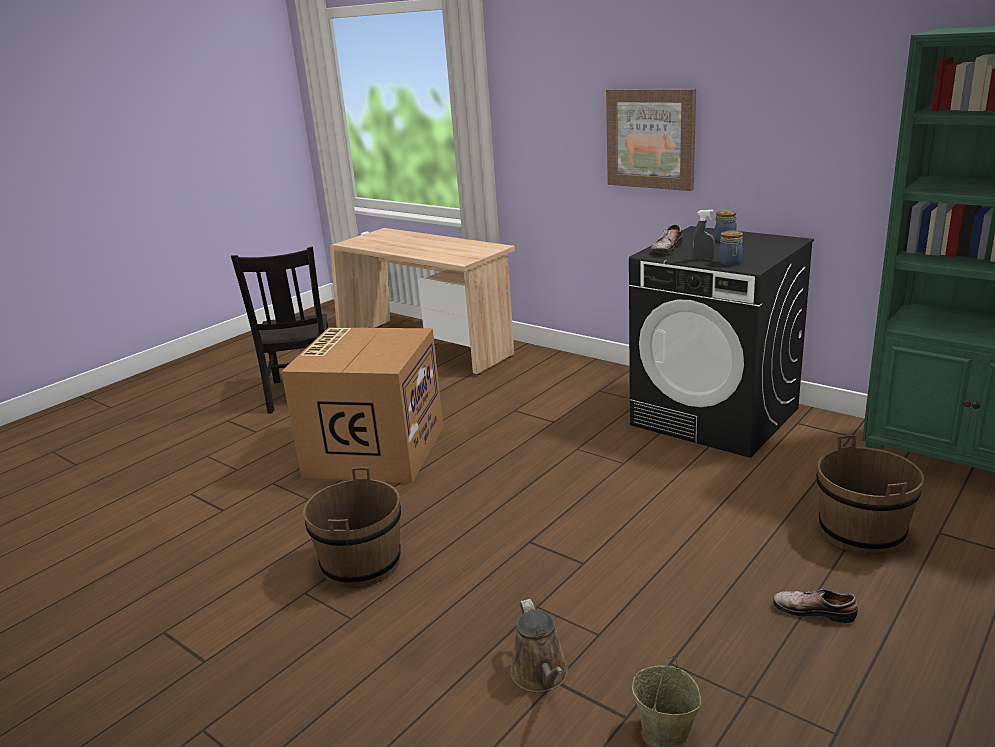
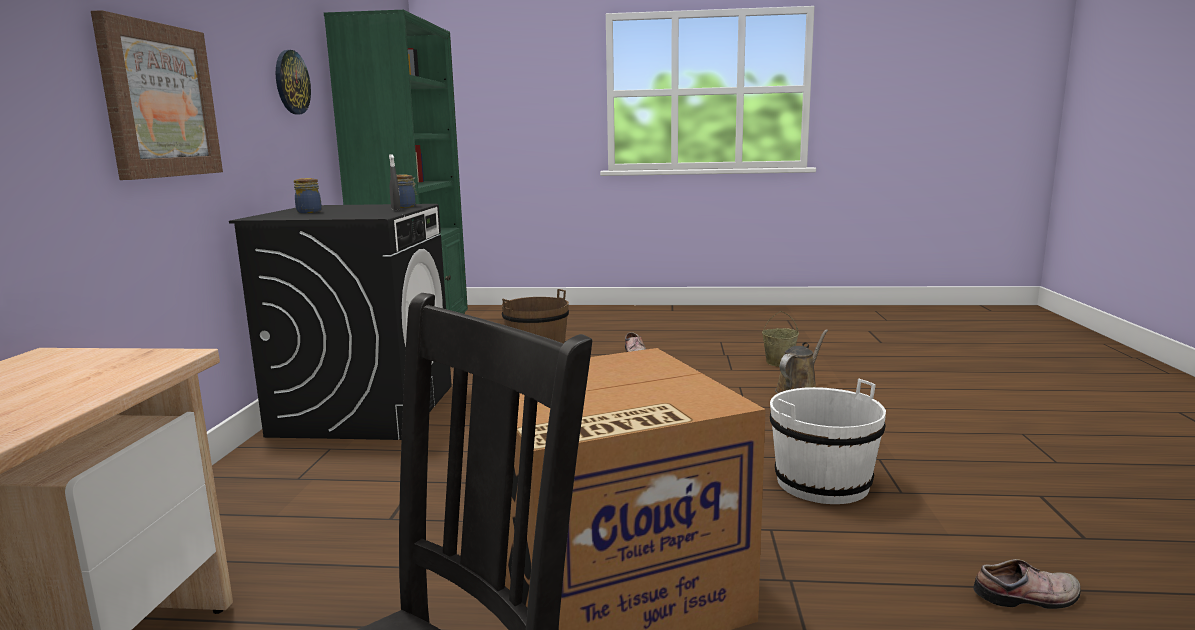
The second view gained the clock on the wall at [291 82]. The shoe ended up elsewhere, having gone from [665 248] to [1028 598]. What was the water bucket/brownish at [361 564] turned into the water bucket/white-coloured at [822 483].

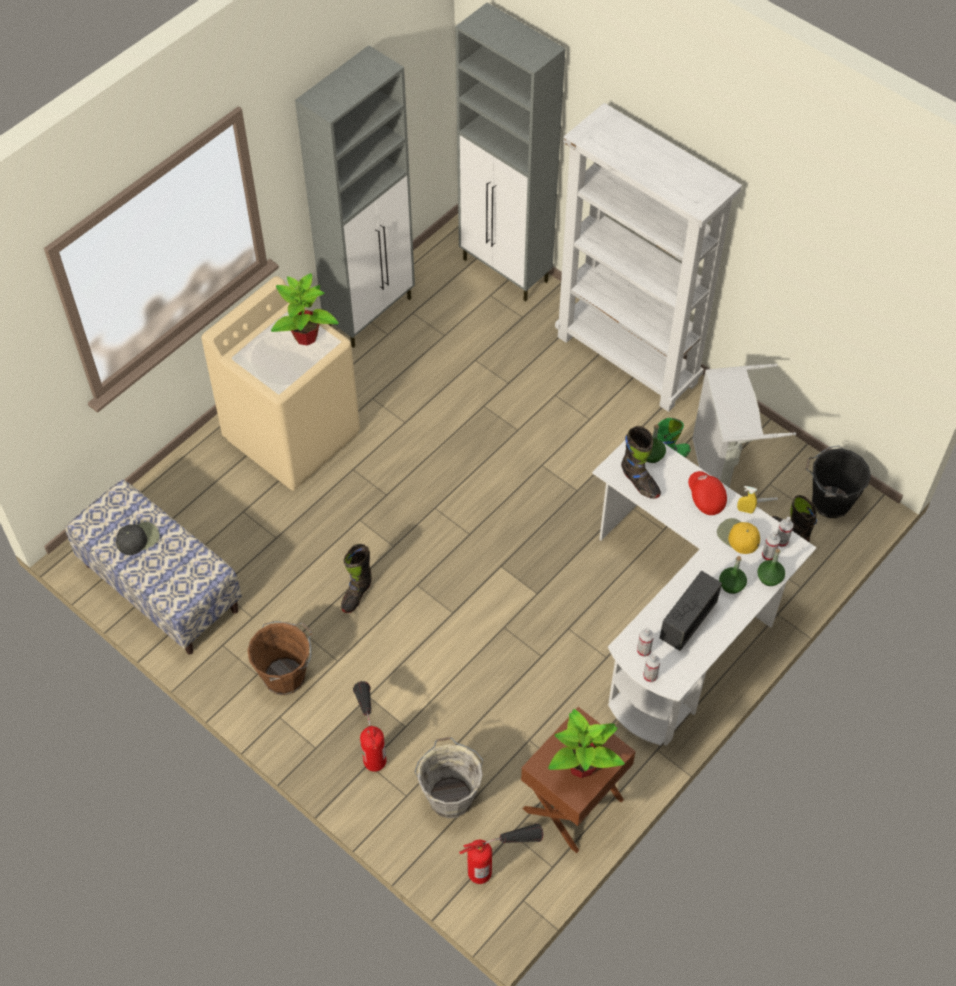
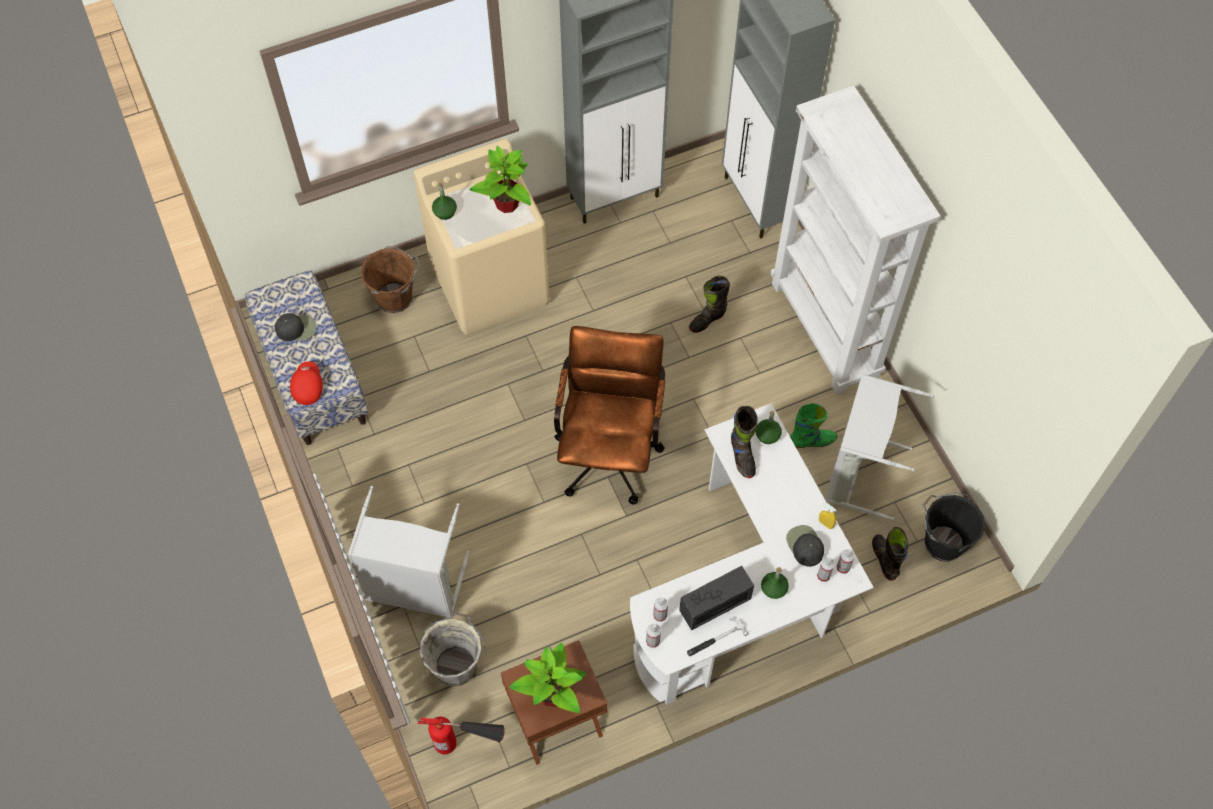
The second view gained the office chair/brownish at [609 449]. The second view gained the hand hammer at [715 639]. The water bucket/brownish ended up elsewhere, having gone from [286 675] to [395 297]. The tall boot/black-coloured ended up elsewhere, having gone from [356 594] to [707 320]. The peaked cap/reddish ended up elsewhere, having gone from [705 497] to [307 387]. The drink bottle/green ended up elsewhere, having gone from [769 577] to [445 212]. Where the fire extinguisher stood at [371 742], the washing basket/grey came to stand at [415 587]. What was the peaked cap/yellow at [737 536] turned into the peaked cap/black-coloured at [804 546].

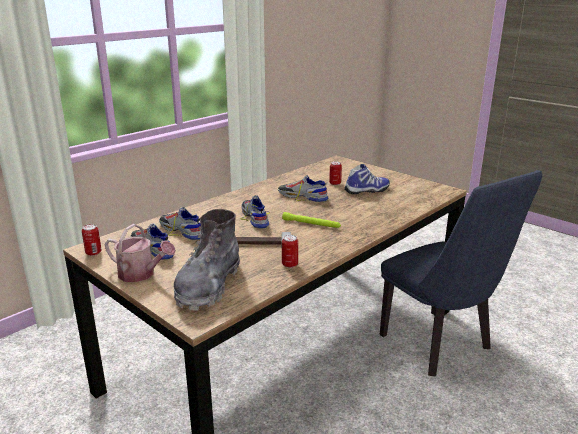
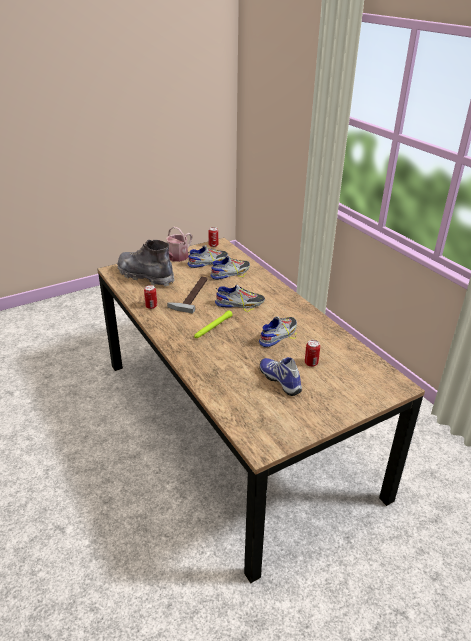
The second view lost the plain chair/blue-coloured at [441 346]. The shoe at [367 191] ended up facing another way, 150 degrees clockwise from before.

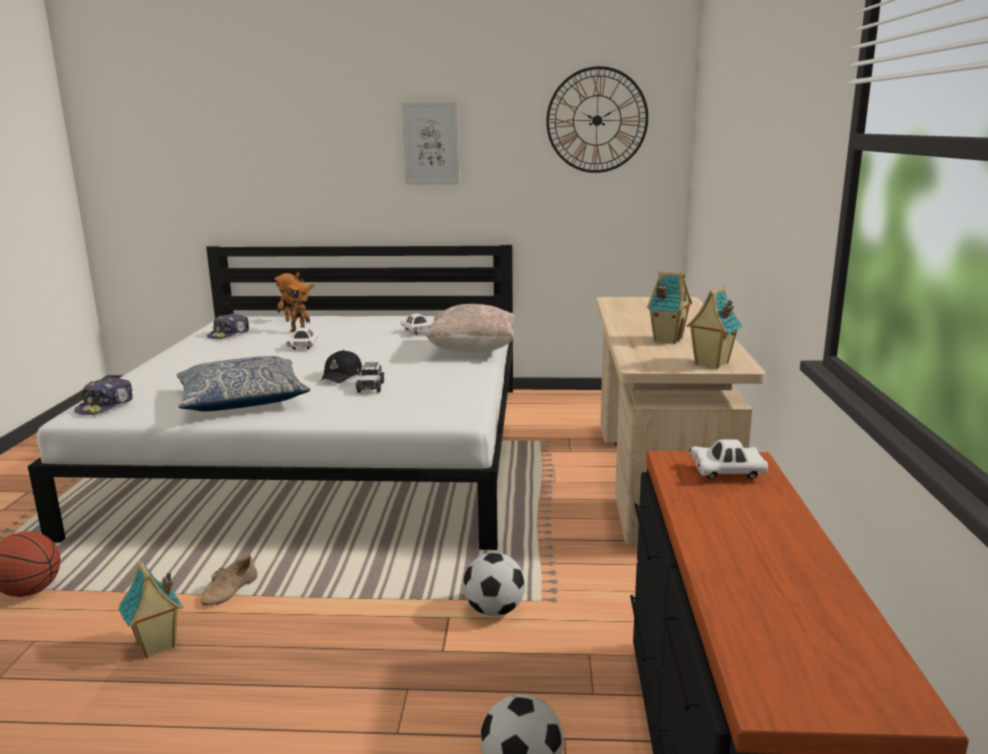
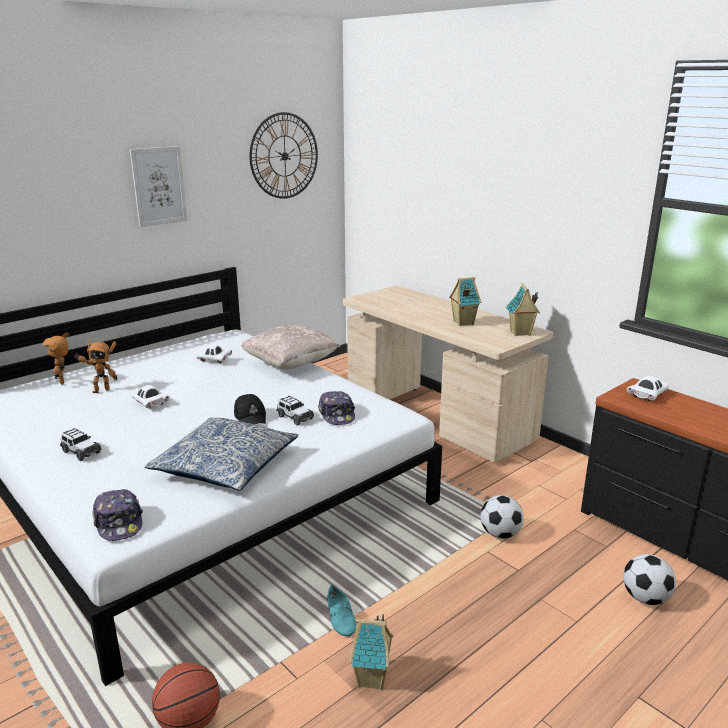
The second view gained the miniature car at [80 452]. The peaked cap ended up elsewhere, having gone from [229 334] to [337 414]. What was the shoe/beige at [231 590] turned into the shoe/turquoise at [341 617].

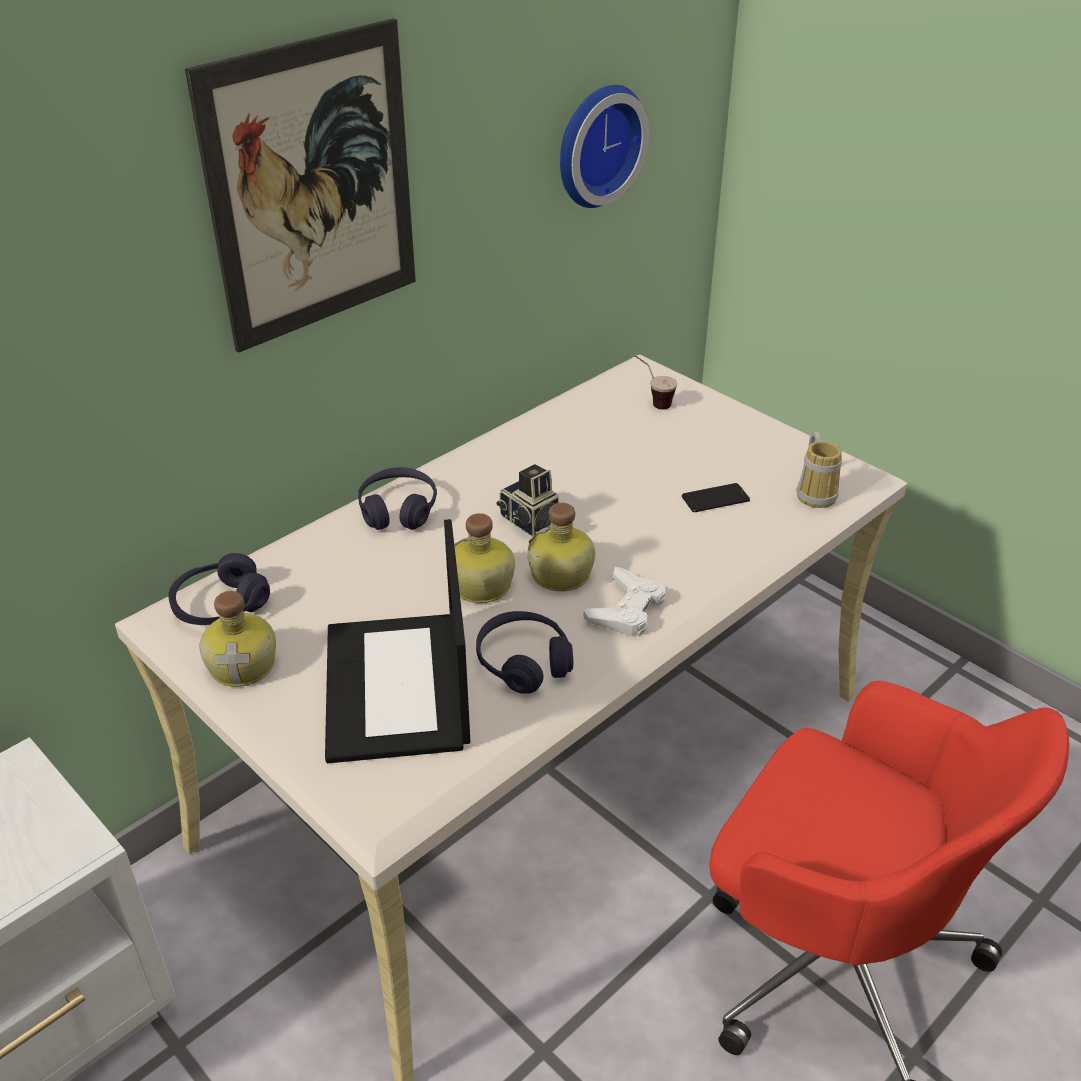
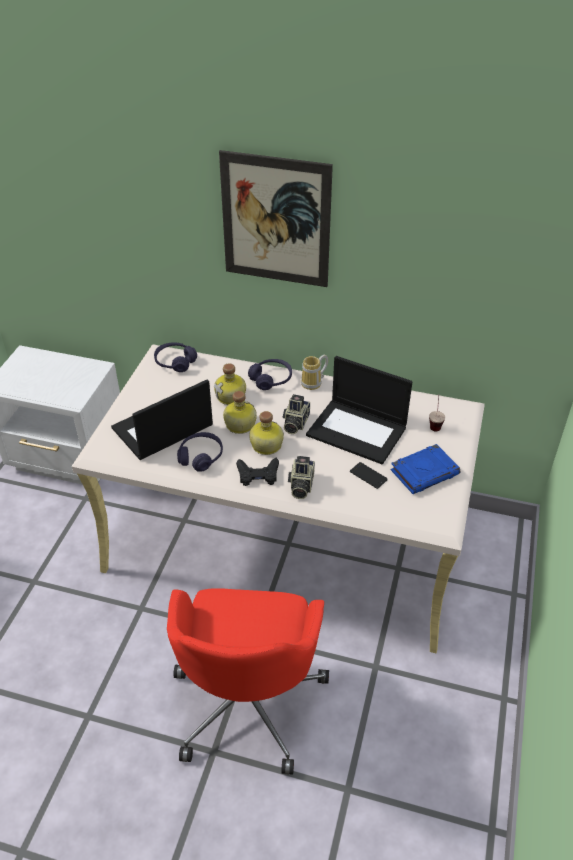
The second view lost the clock on the wall at [595 144]. The second view gained the still camera at [300 485]. The second view gained the notebook computer at [358 431]. The second view gained the book/blue-coloured at [425 472]. The drink bottle ended up elsewhere, having gone from [244 664] to [231 397]. The tea mug ended up elsewhere, having gone from [816 493] to [314 383]. What was the game controller/white-coloured at [626 609] turned into the game controller/black-coloured at [258 475].

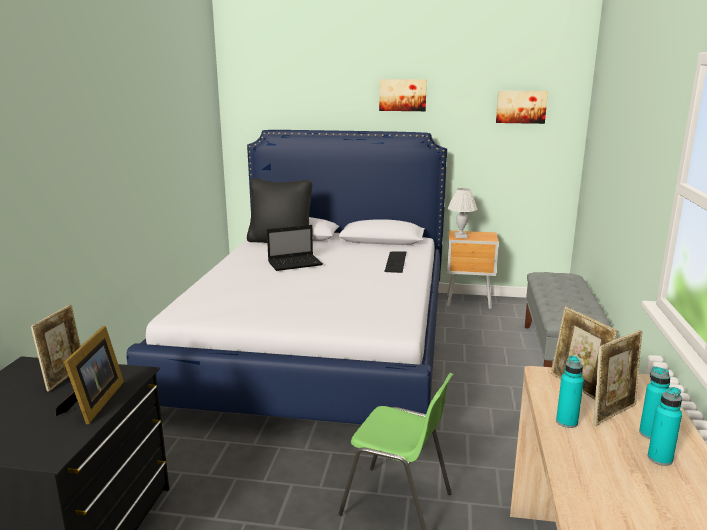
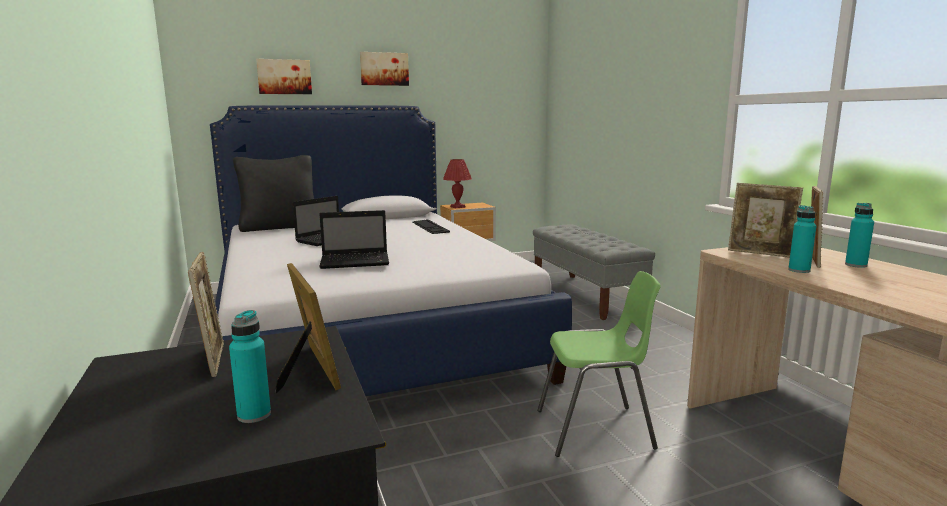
The second view gained the notebook computer at [356 262]. The picture ended up elsewhere, having gone from [521 107] to [284 77]. The drink bottle/turquoise ended up elsewhere, having gone from [660 458] to [254 415]. What was the tabletop lamp/white-coloured at [460 236] turned into the tabletop lamp/reddish at [457 207].

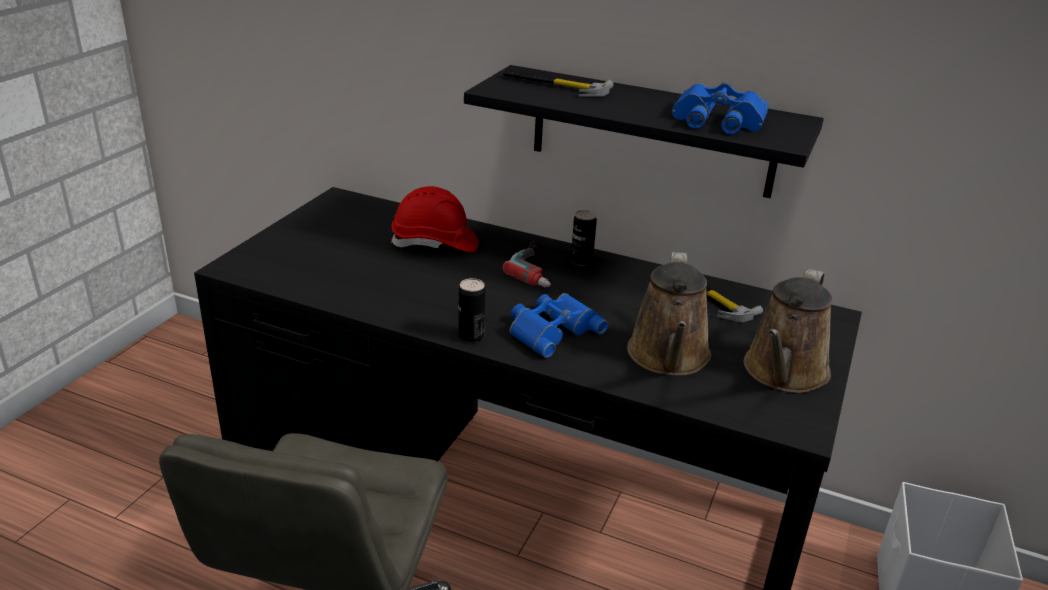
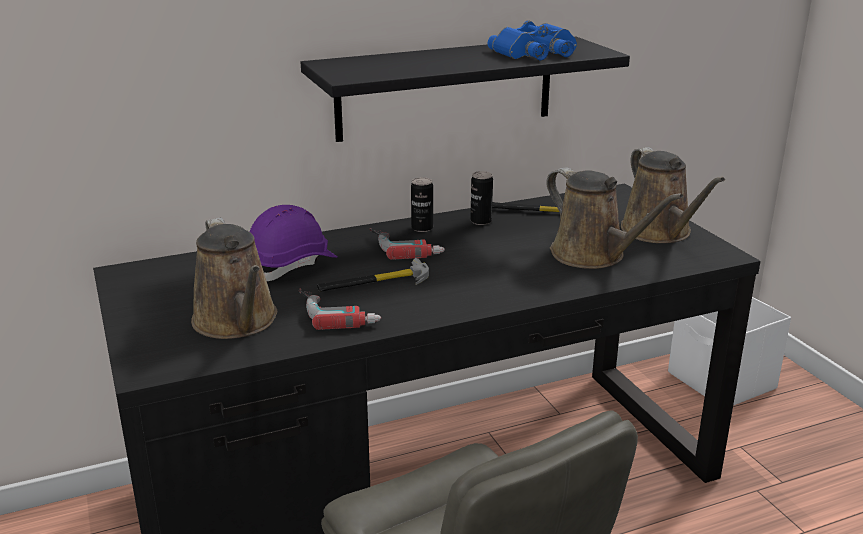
The second view lost the binoculars/blue-coloured at [552 329]. The second view gained the watering can/brownish at [237 322]. The second view gained the electric drill at [339 311]. The metal can ended up elsewhere, having gone from [471 336] to [481 221]. The hand hammer ended up elsewhere, having gone from [553 85] to [374 283]. What was the safety helmet/reddish at [435 243] turned into the safety helmet/purple-coloured at [292 266].

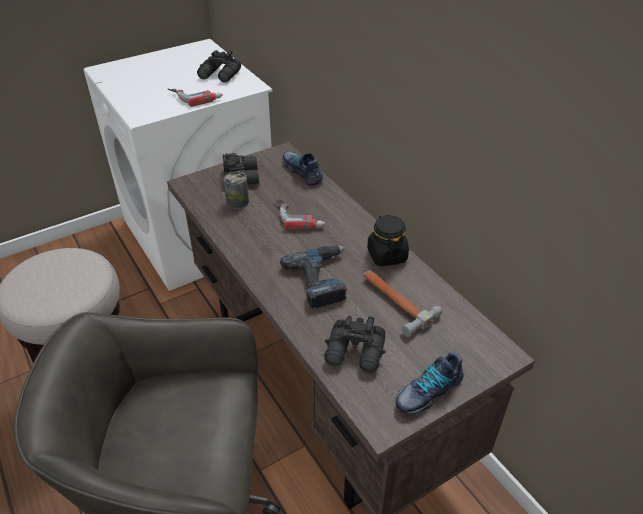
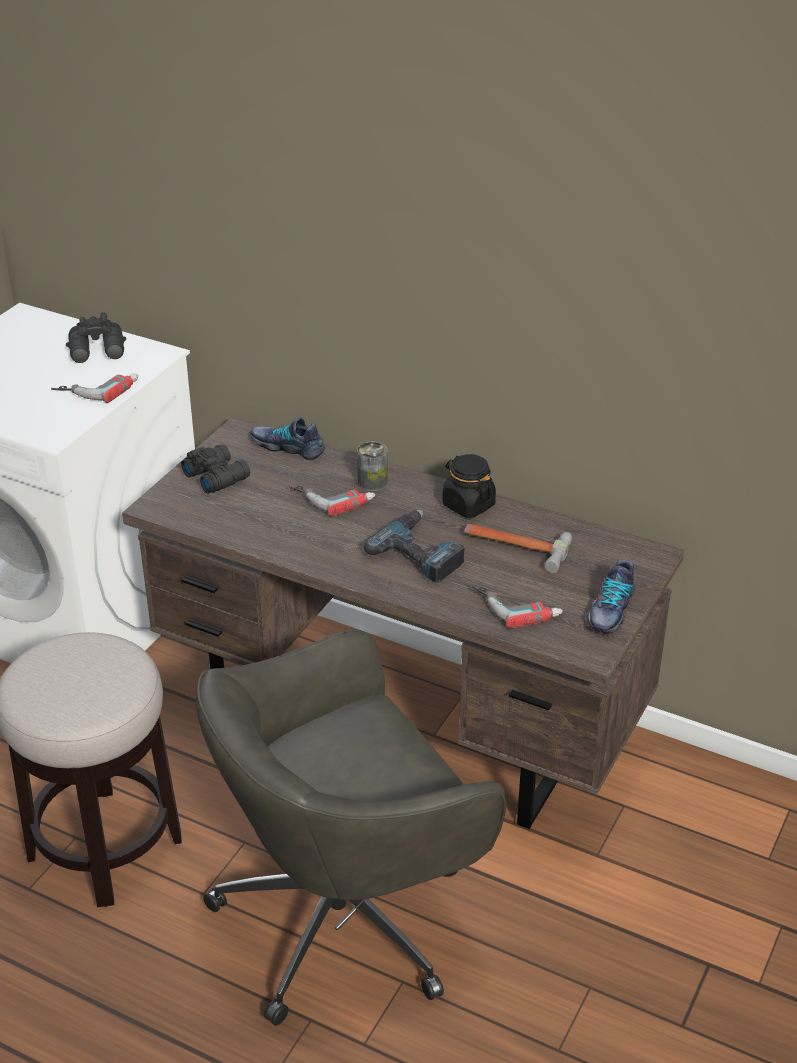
The metal can ended up elsewhere, having gone from [237 202] to [372 482]. Where the binoculars/black-coloured stood at [356 353], the electric drill came to stand at [517 605].

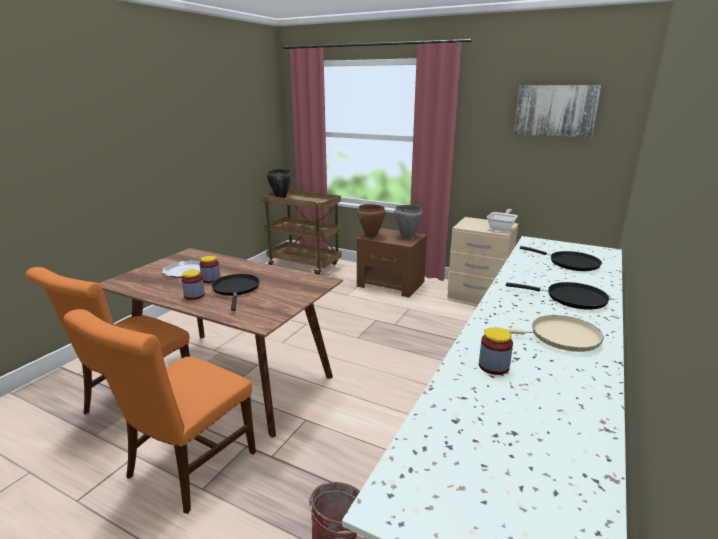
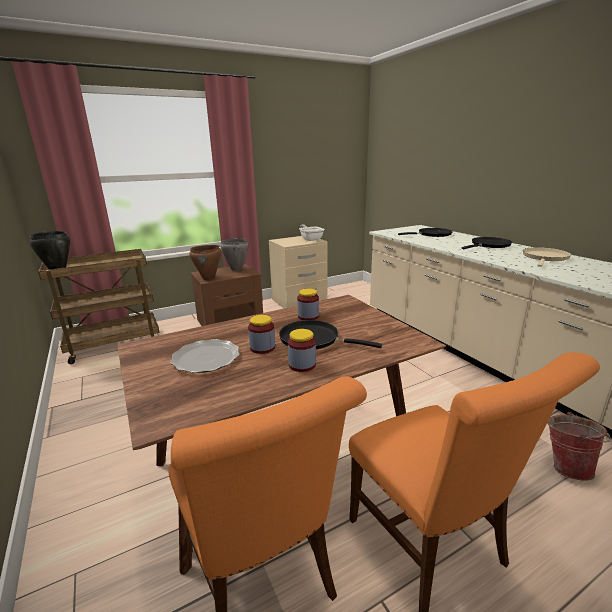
The second view lost the picture at [555 110]. The jar ended up elsewhere, having gone from [493 366] to [308 316].

